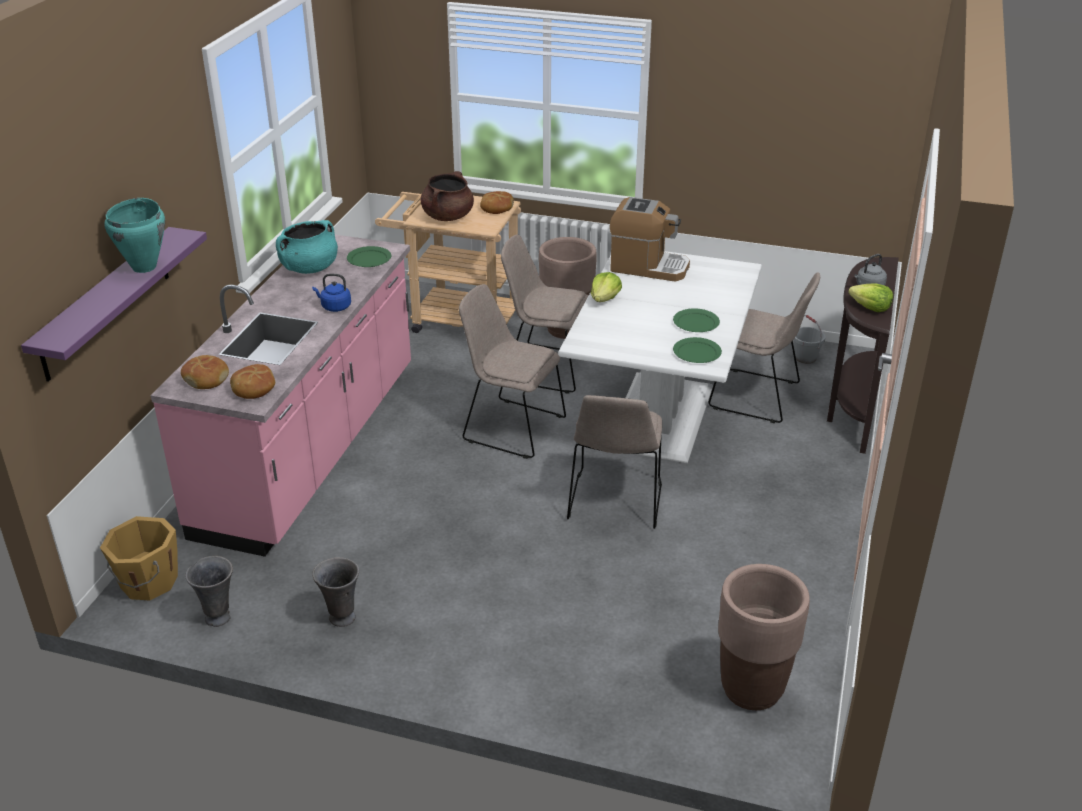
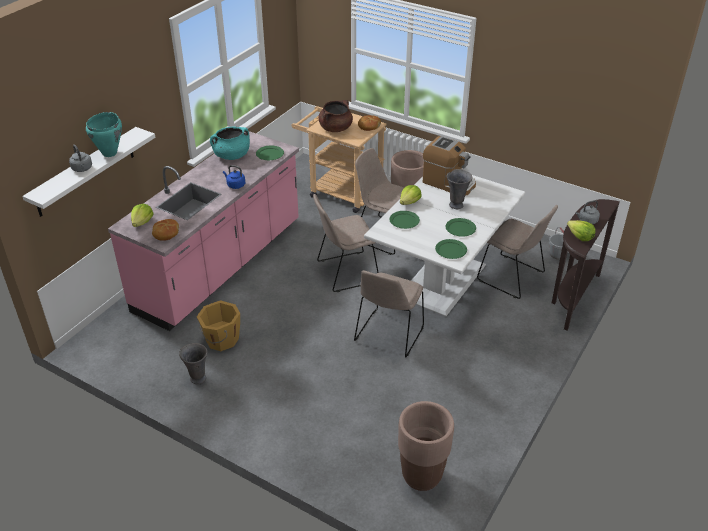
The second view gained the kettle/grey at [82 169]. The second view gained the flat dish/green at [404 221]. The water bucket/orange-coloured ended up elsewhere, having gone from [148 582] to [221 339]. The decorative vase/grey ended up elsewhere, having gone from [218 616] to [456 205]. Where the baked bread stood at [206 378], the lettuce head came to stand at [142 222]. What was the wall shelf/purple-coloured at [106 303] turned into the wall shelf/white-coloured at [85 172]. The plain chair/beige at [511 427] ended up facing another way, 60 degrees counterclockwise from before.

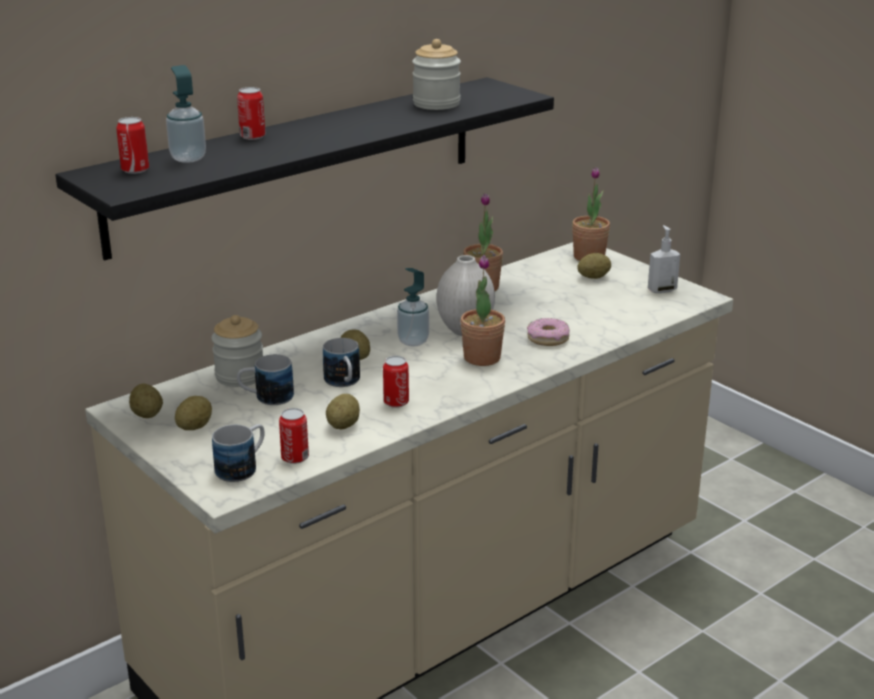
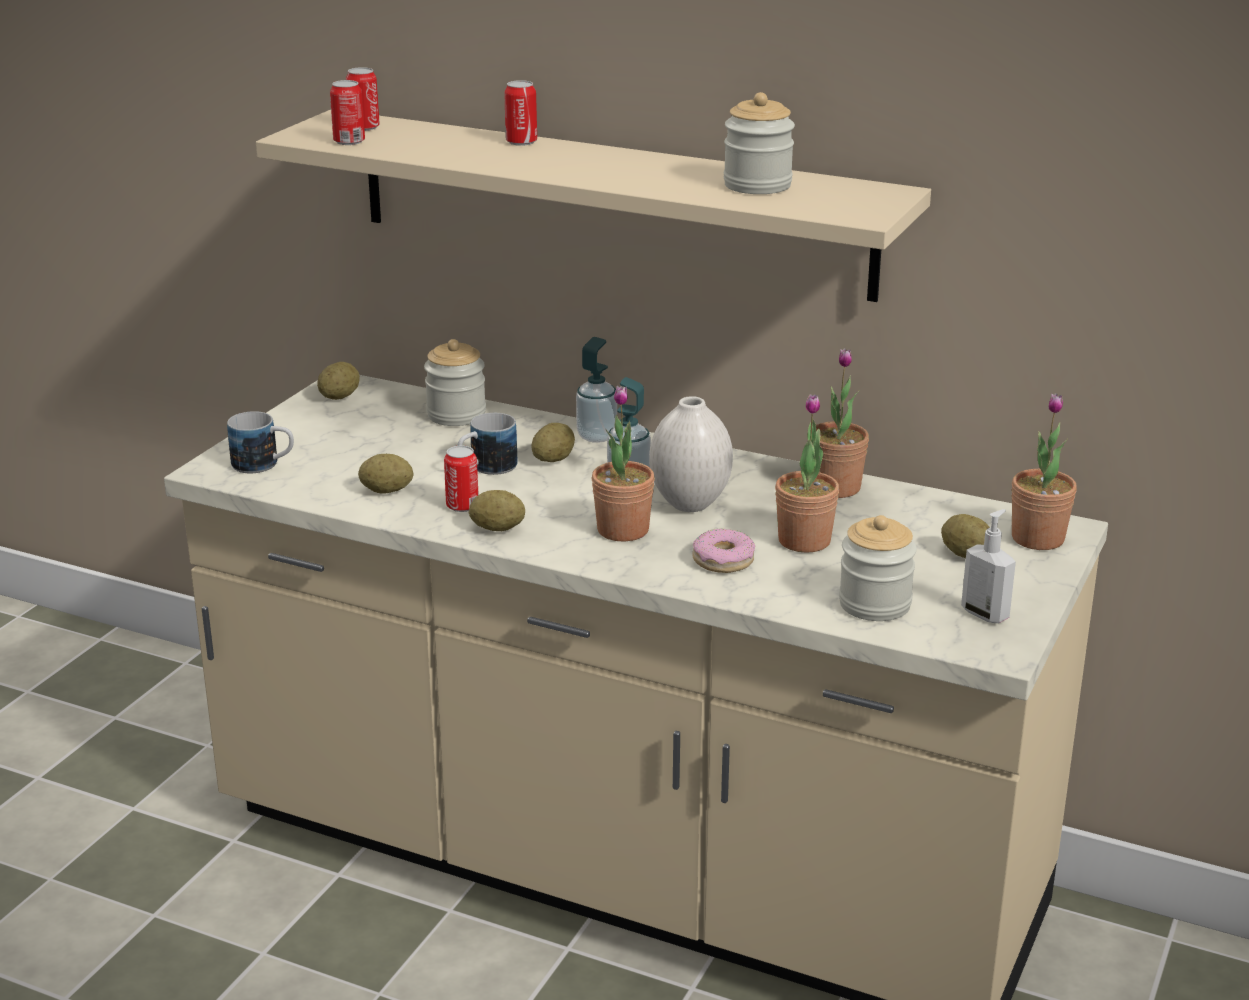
The second view lost the tea mug at [266 398]. The second view gained the houseplant at [804 541]. The second view gained the jar at [874 604]. The soap bottle ended up elsewhere, having gone from [188 158] to [597 436]. The potato ended up elsewhere, having gone from [194 427] to [497 528]. The metal can ended up elsewhere, having gone from [295 458] to [349 141]. What was the wall shelf/black-coloured at [298 163] turned into the wall shelf/beige at [610 202].

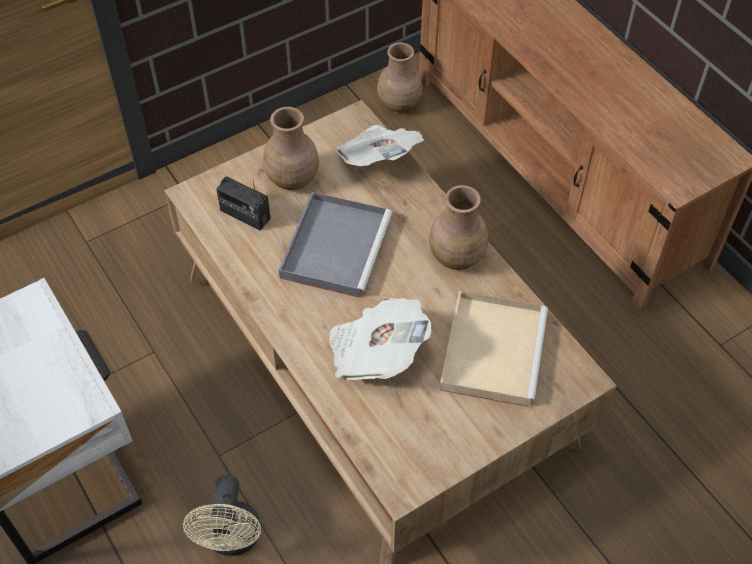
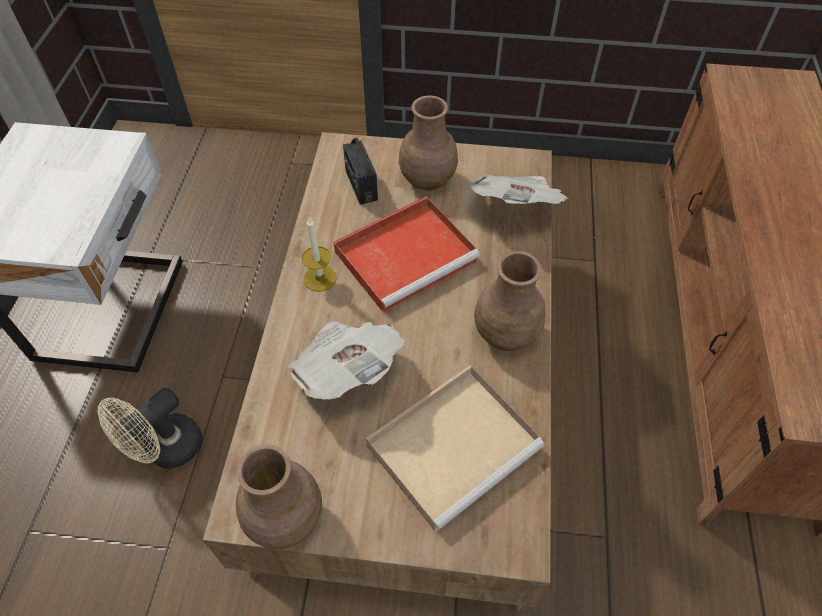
The second view gained the candle at [320 278]. The decorative vase/brownish ended up elsewhere, having gone from [398 104] to [284 518]. What was the tray/grey at [335 245] turned into the tray/reddish at [407 254].

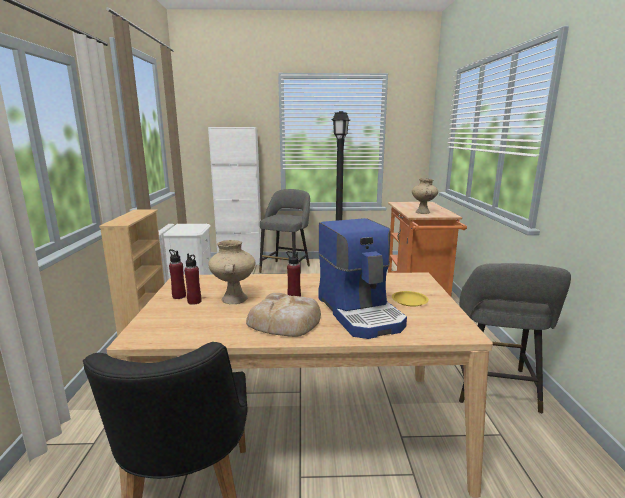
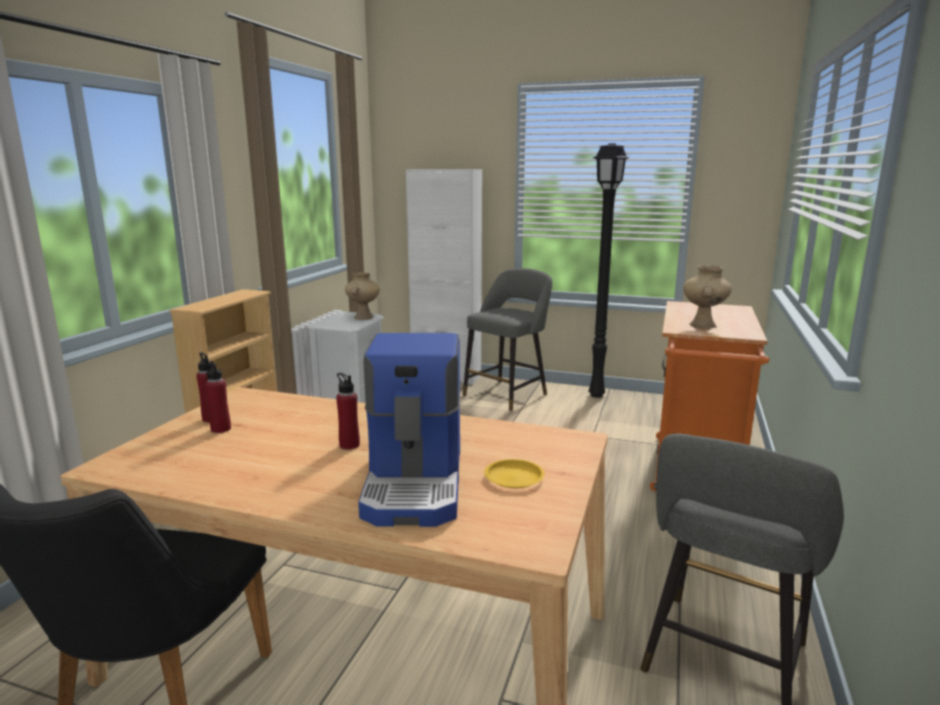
The second view lost the baked bread at [285 321]. The decorative vase/beige ended up elsewhere, having gone from [234 298] to [363 317].

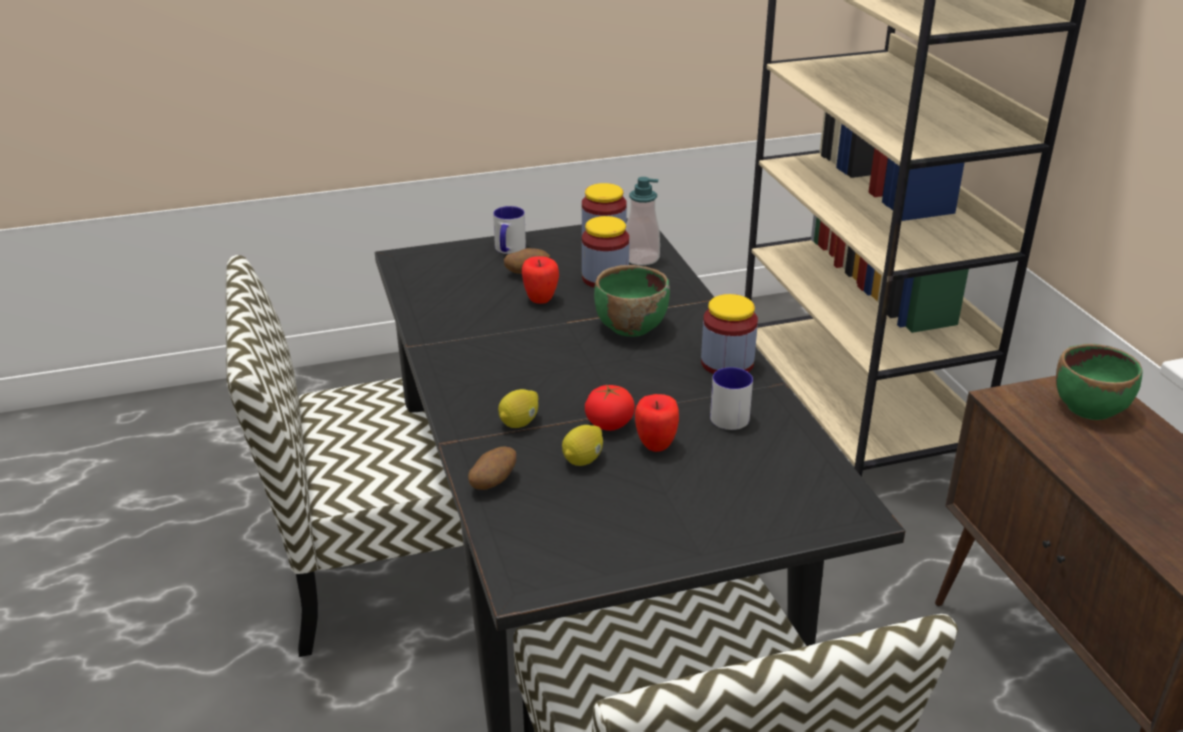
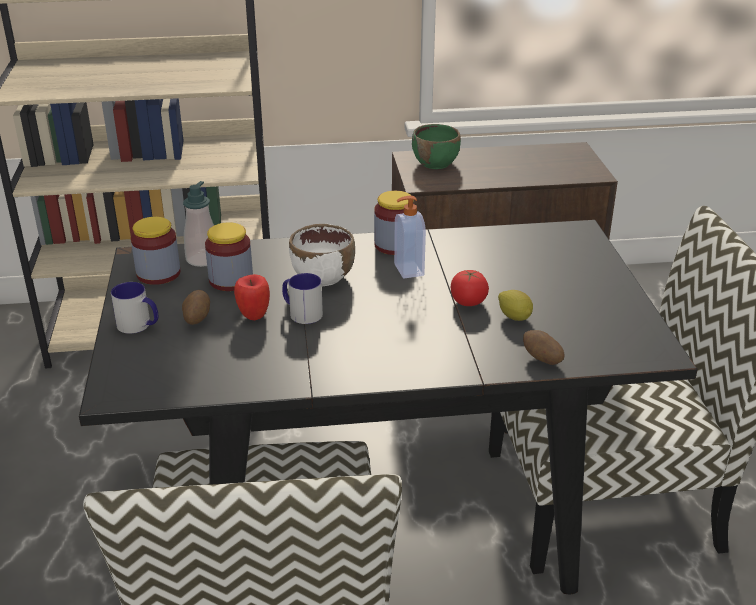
The second view lost the citrus fruit at [519 423]. The second view lost the apple fruit at [656 445]. The second view gained the soap bottle at [407 270]. The tea mug ended up elsewhere, having gone from [732 414] to [301 313]. What was the serving bowl/green at [630 326] turned into the serving bowl/white-coloured at [322 277].

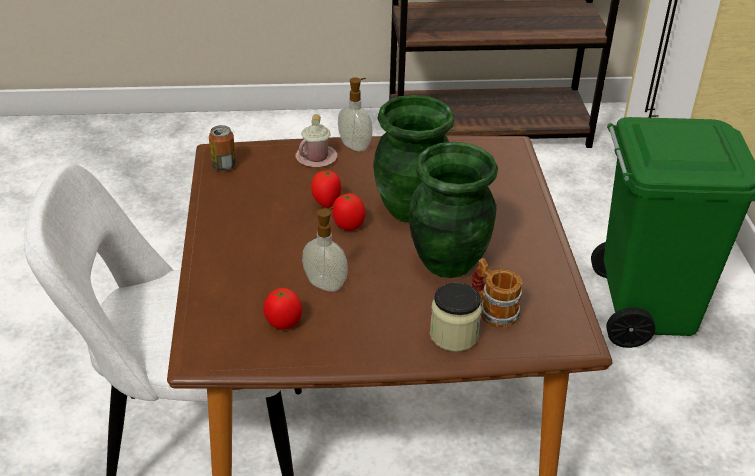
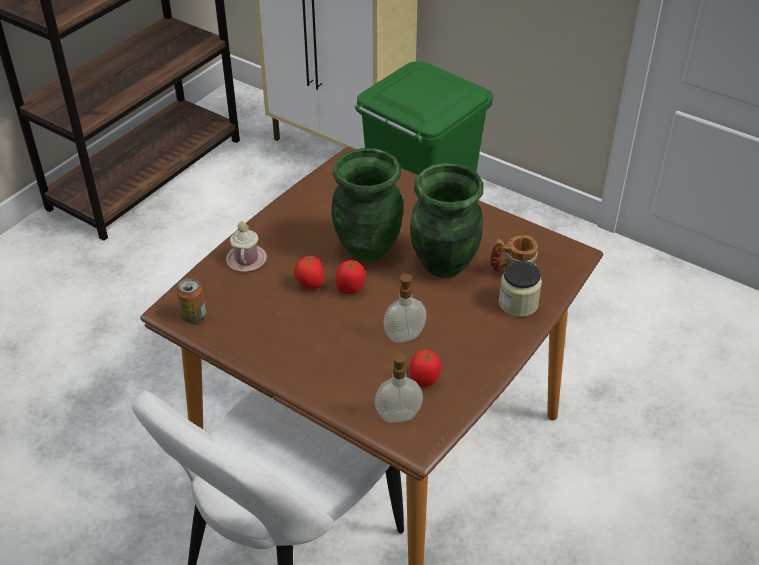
The soap bottle ended up elsewhere, having gone from [355 145] to [398 415].

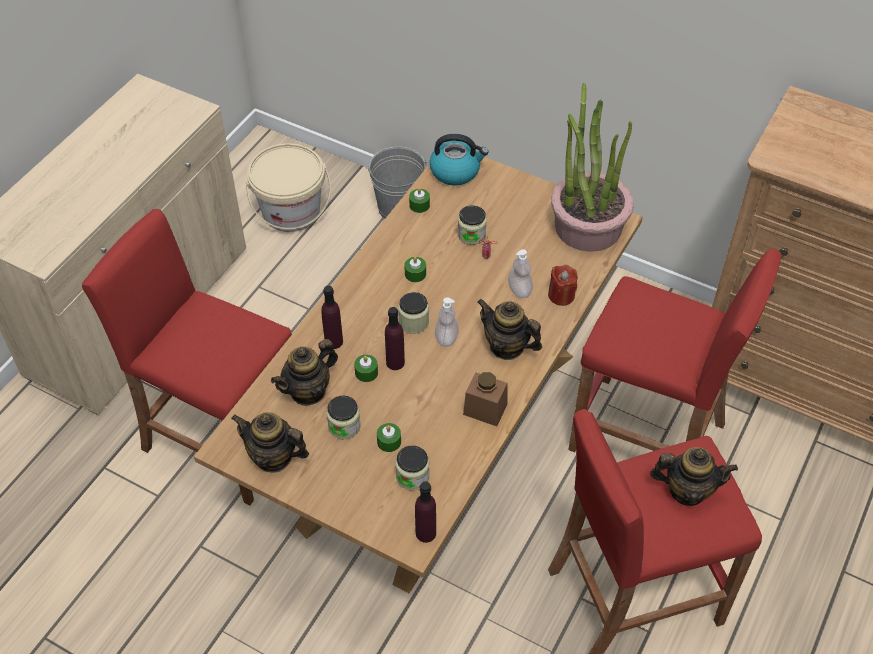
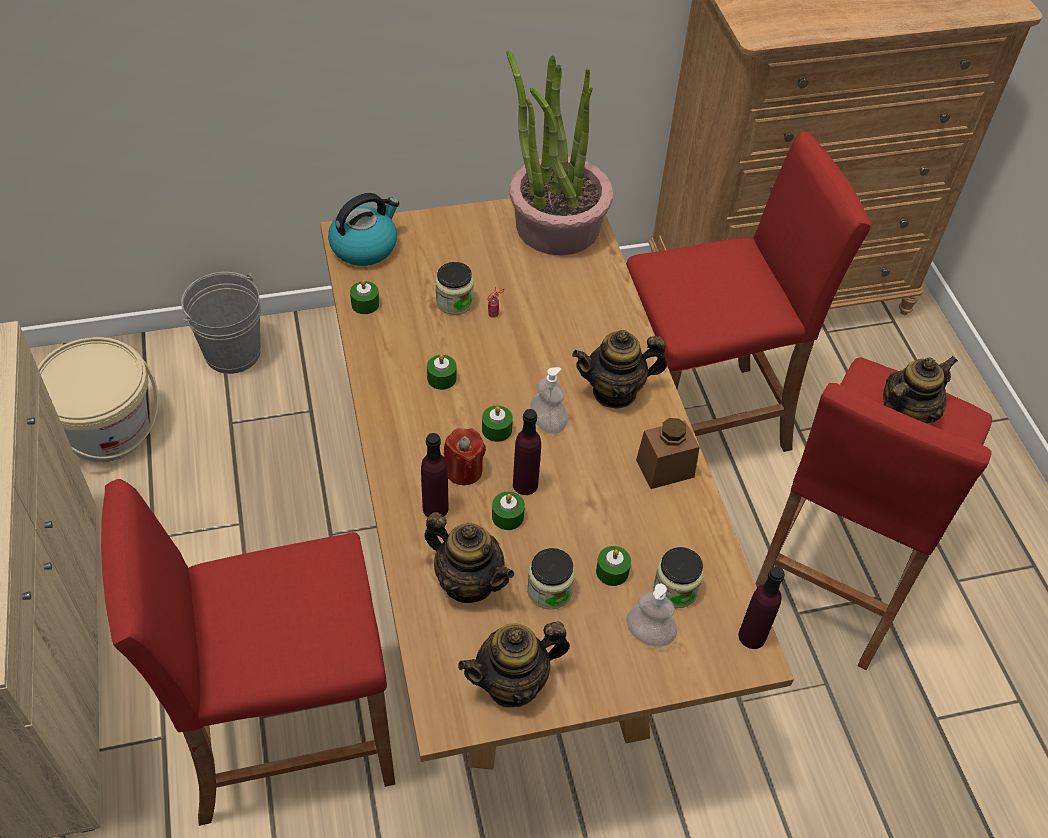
The soap bottle ended up elsewhere, having gone from [519 290] to [649 634]. The candle/reddish ended up elsewhere, having gone from [561 295] to [463 470]. Where the jar stood at [413 322], the candle/green came to stand at [496 429]. The teapot at [308 391] ended up facing another way, 60 degrees counterclockwise from before.

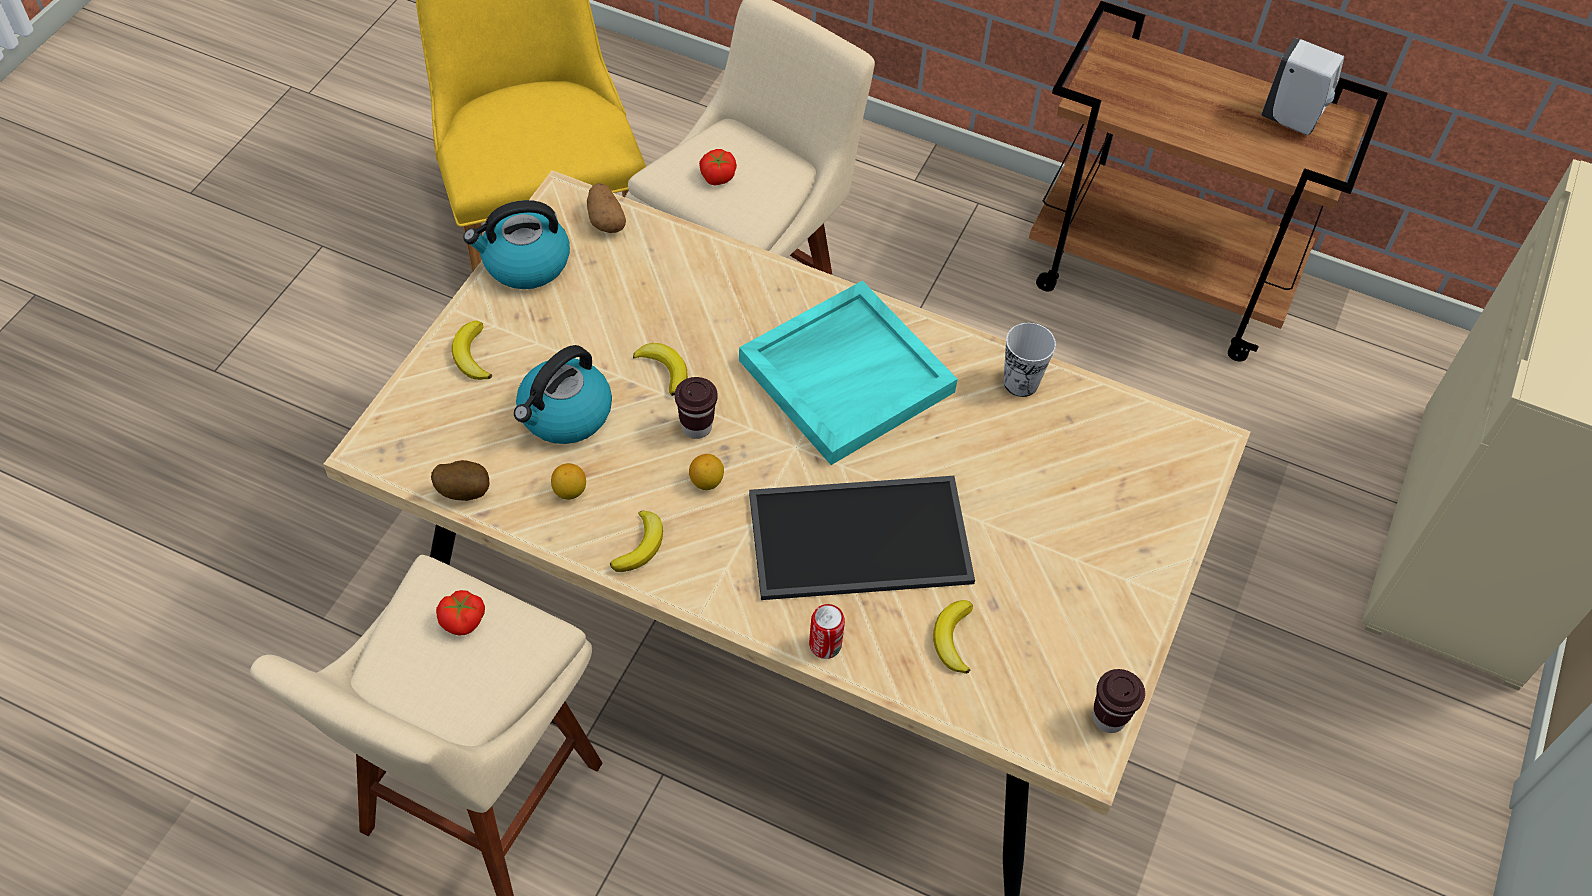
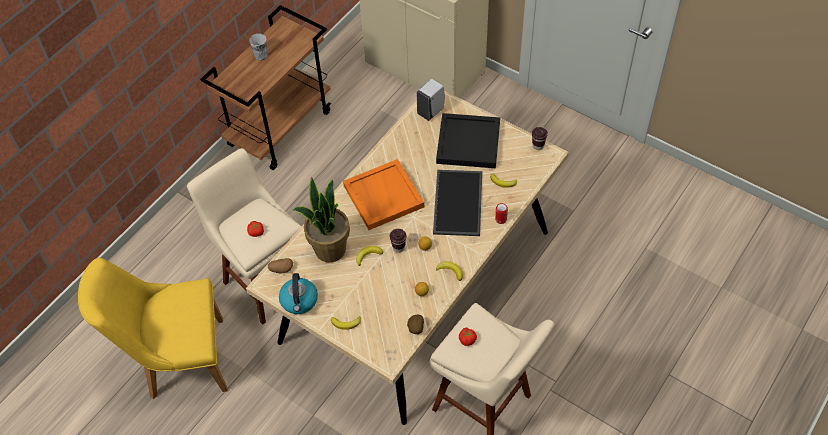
The second view lost the kettle at [564 415]. The second view gained the houseplant at [329 249]. The second view gained the tray/black-coloured at [467 142]. The drinking cup ended up elsewhere, having gone from [1020 382] to [261 56]. The soap bottle/white-coloured ended up elsewhere, having gone from [1292 120] to [431 111]. What was the tray/turquoise at [846 374] turned into the tray/orange-coloured at [382 196].

